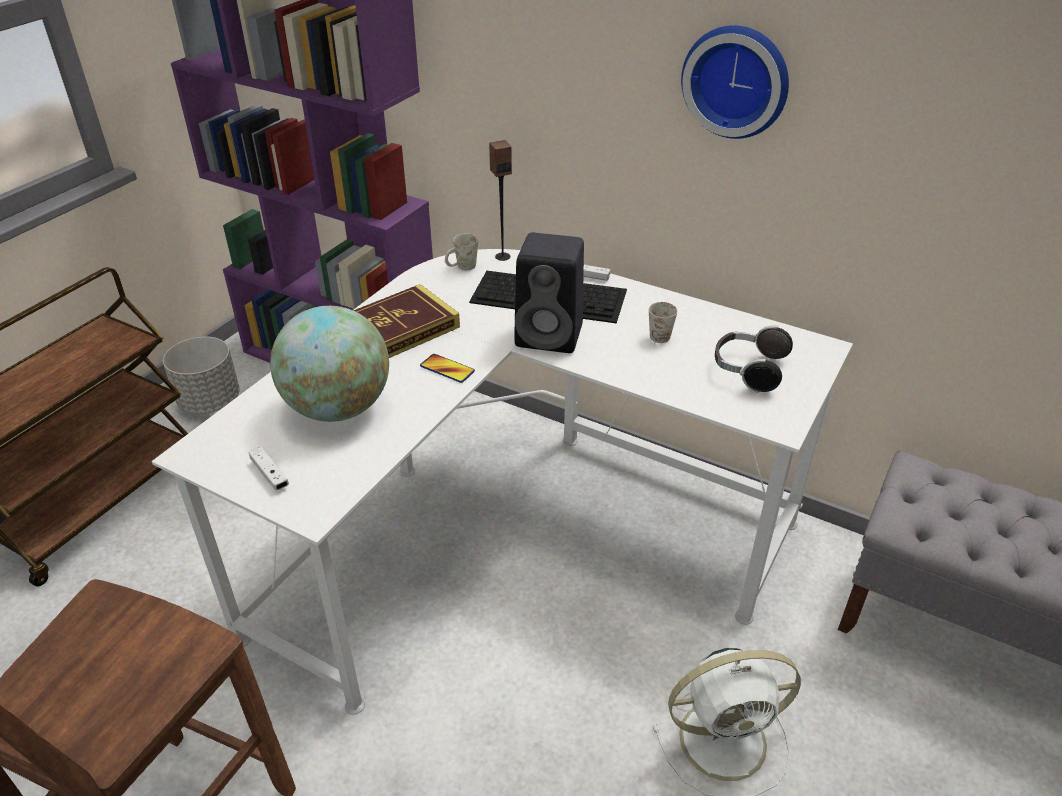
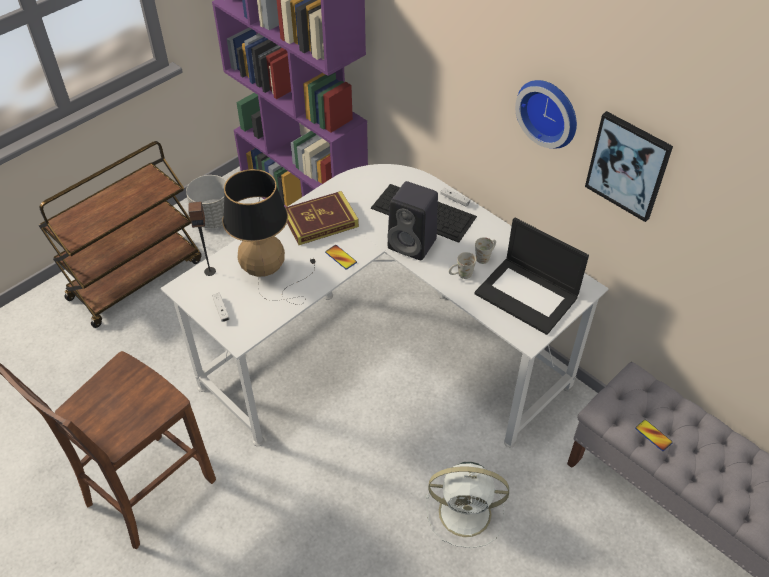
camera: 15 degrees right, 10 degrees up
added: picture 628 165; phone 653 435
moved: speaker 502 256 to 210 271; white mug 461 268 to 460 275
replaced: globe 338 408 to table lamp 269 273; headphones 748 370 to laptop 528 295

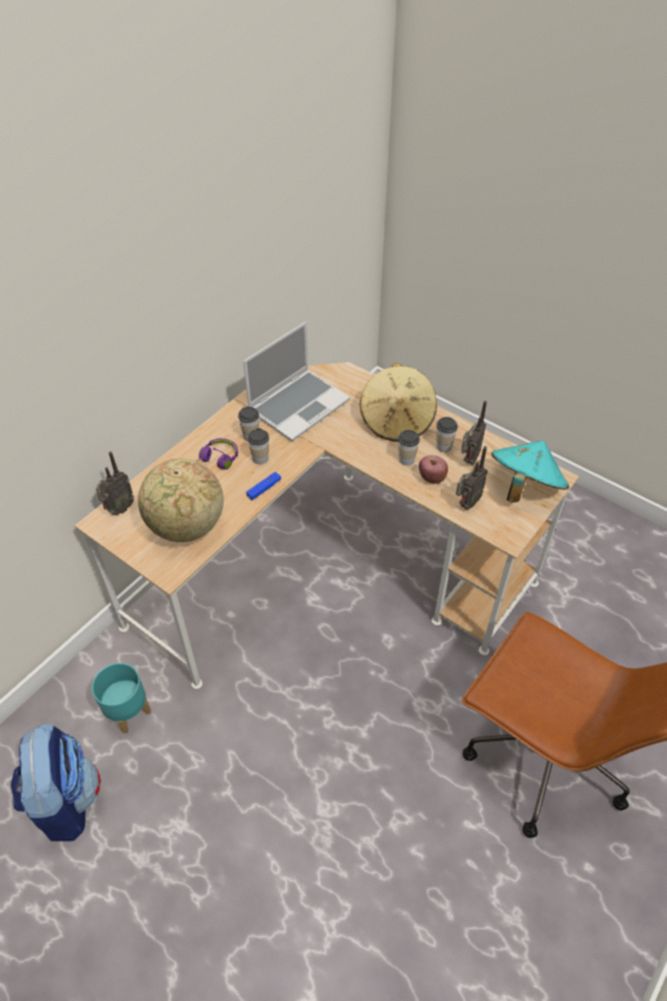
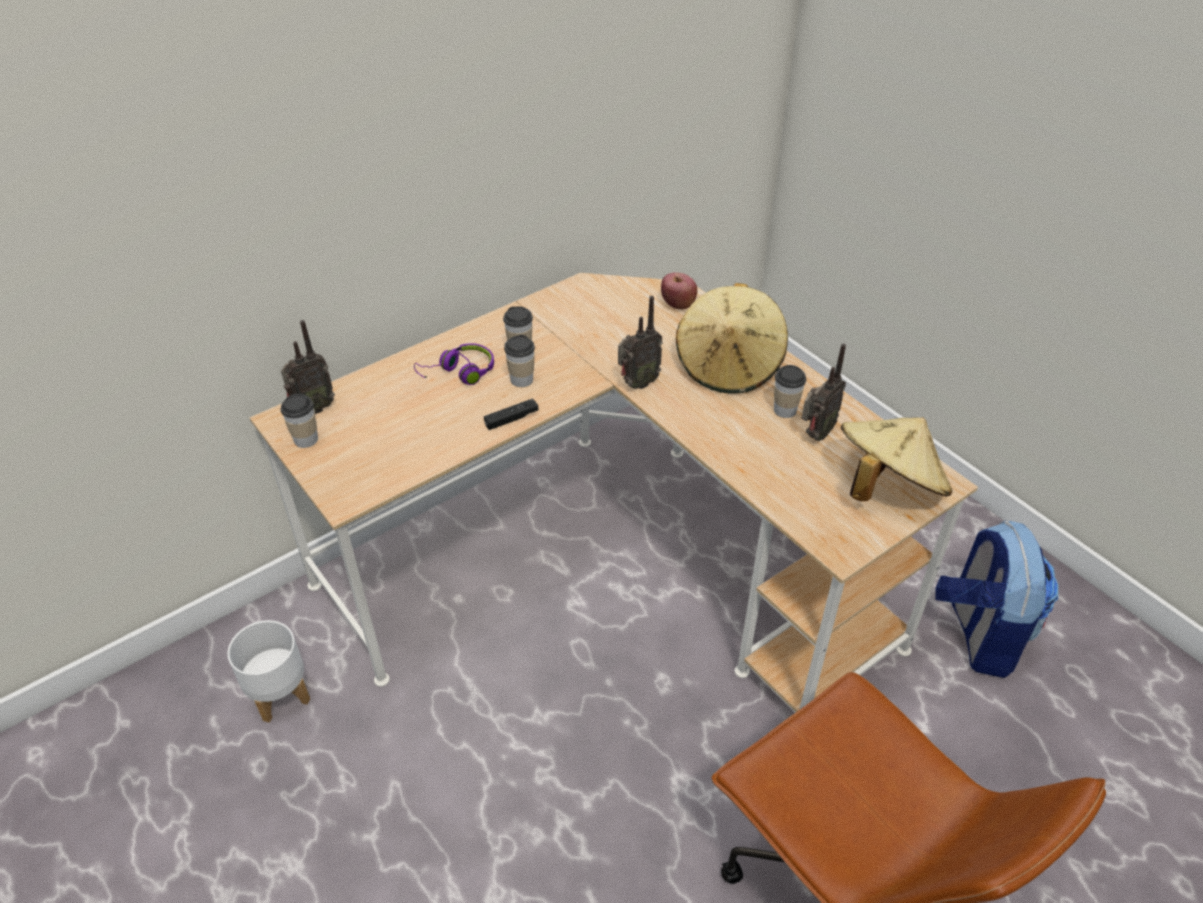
camera: 15 degrees right, 5 degrees down
removed: laptop 299 405; globe 186 526
moved: cup 406 459 to 306 439; radio 466 504 to 637 383; apple 432 478 to 678 304; backpack 65 799 to 979 634
recoloured: turquoise hat 524 487 to beige hat 886 485; blue game controller 264 489 to black game controller 511 419; turquoise planter 128 712 to white planter 280 696

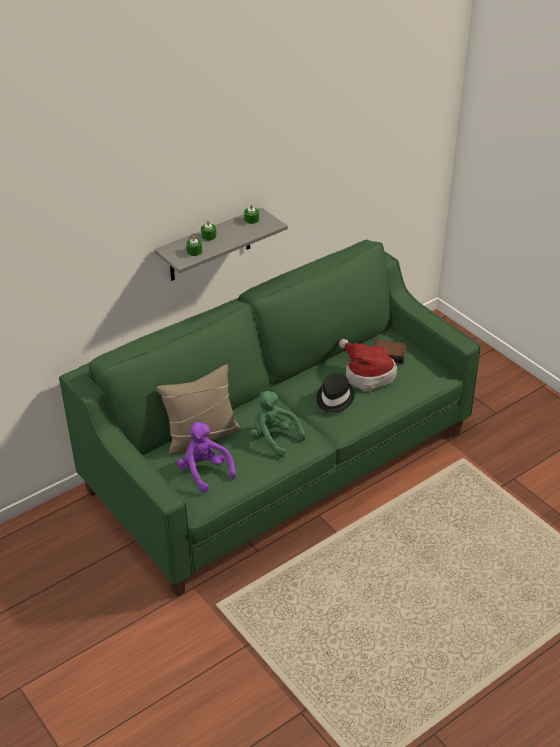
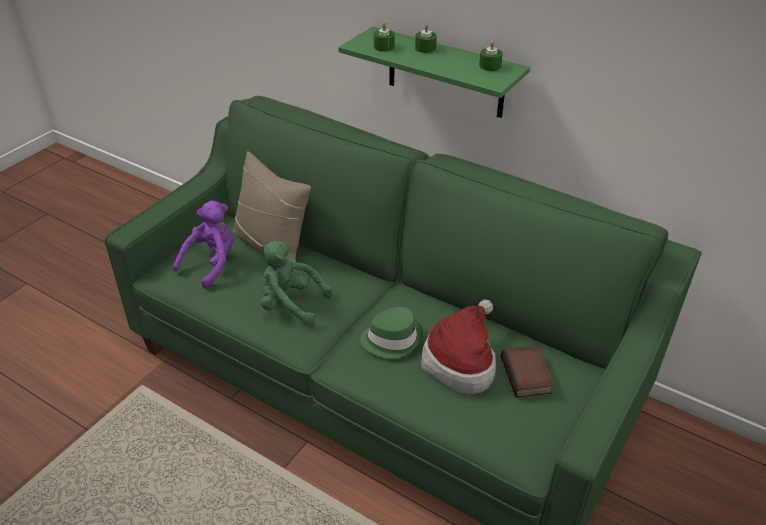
camera: 70 degrees right, 0 degrees up
recoloured: grey shelf 210 245 to green shelf 445 73; black hat 334 398 to green hat 392 339
turned: green plush toy 273 439 = 290 304 90 degrees counterclockwise

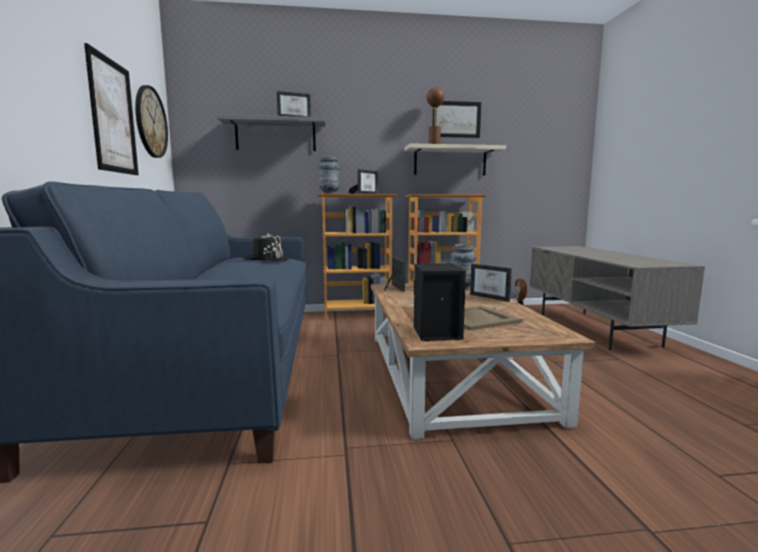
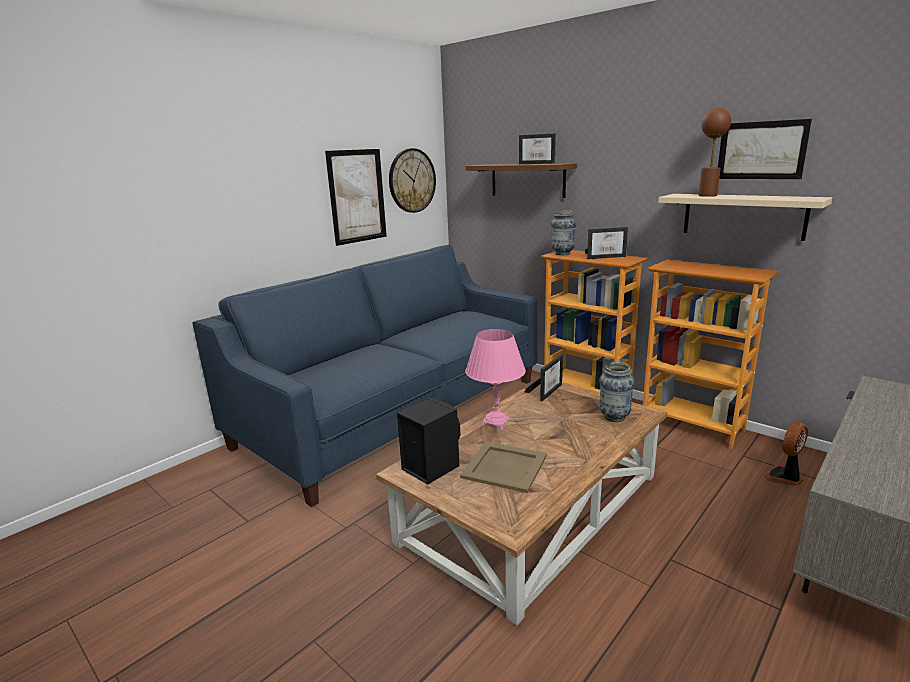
camera: 50 degrees right, 10 degrees up
removed: black hat 266 259; picture frame 492 297
added: pink table lamp 496 422
recoloured: grey shelf 275 136 to brown shelf 527 180

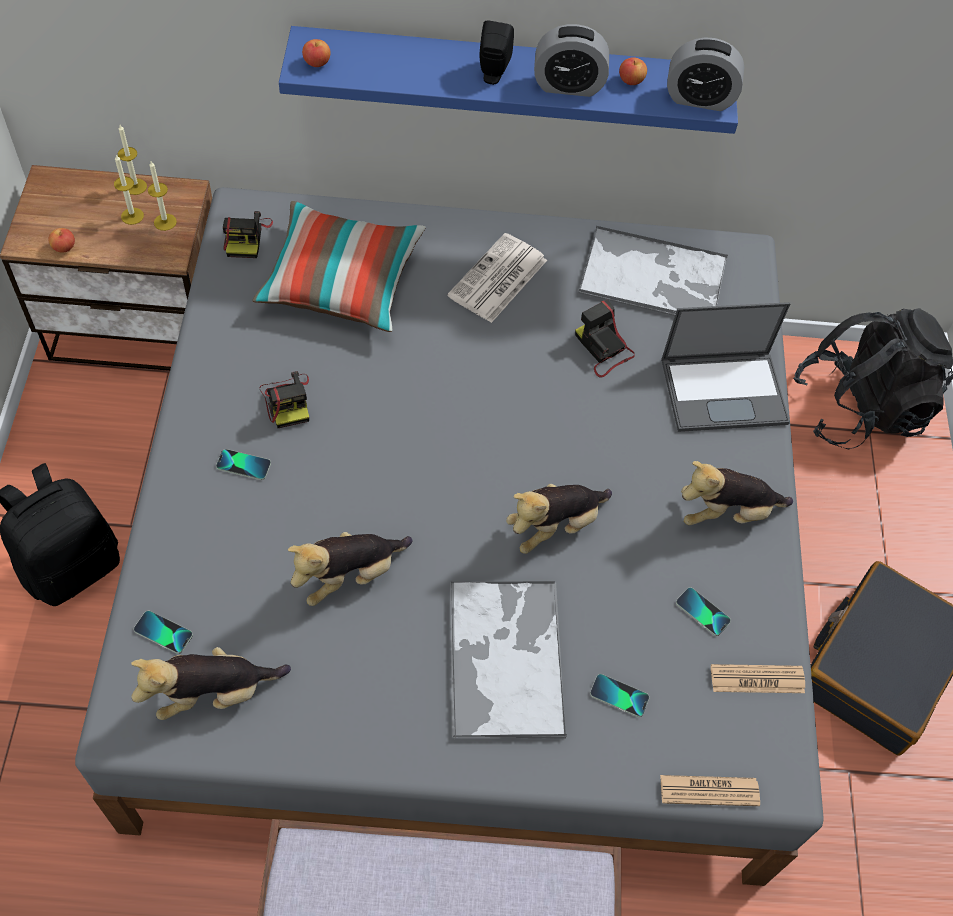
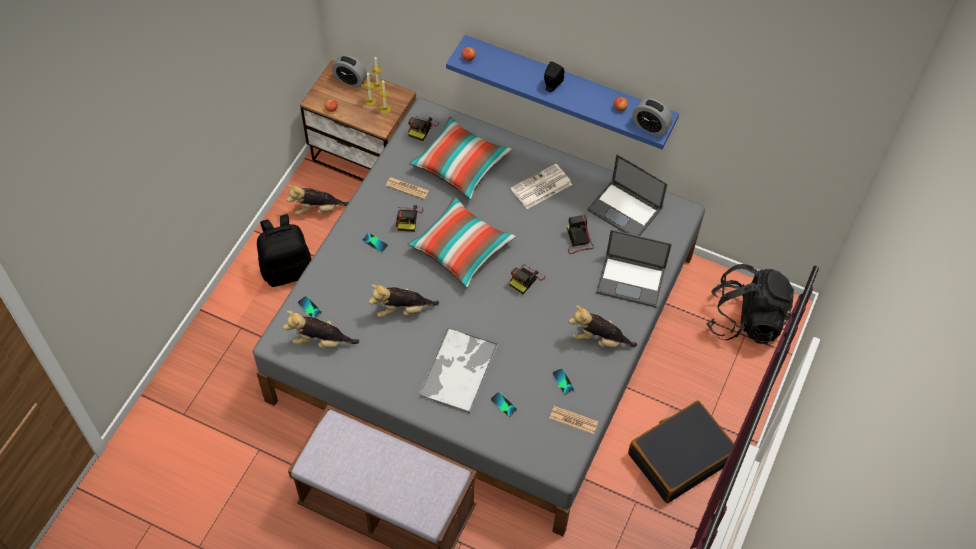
camera: 25 degrees right, 0 degrees up
added: pillow 461 249; photo camera 526 279
moved: alarm clock 568 85 to 350 80; plush toy 554 526 to 317 209; newspaper 709 791 to 407 188
replaced: tray 654 277 to laptop 625 210

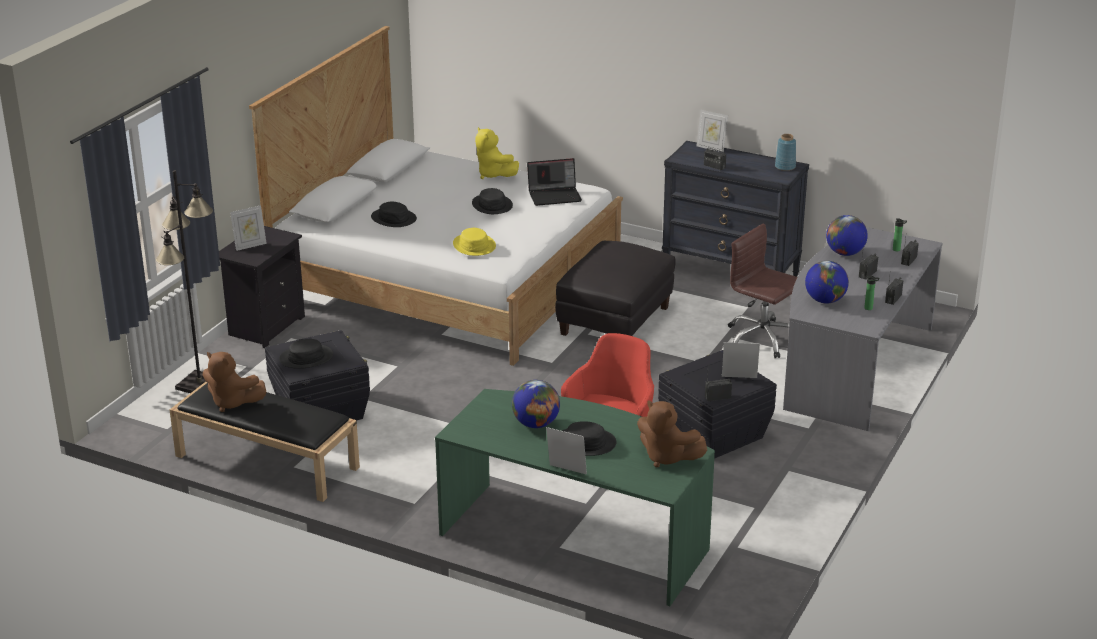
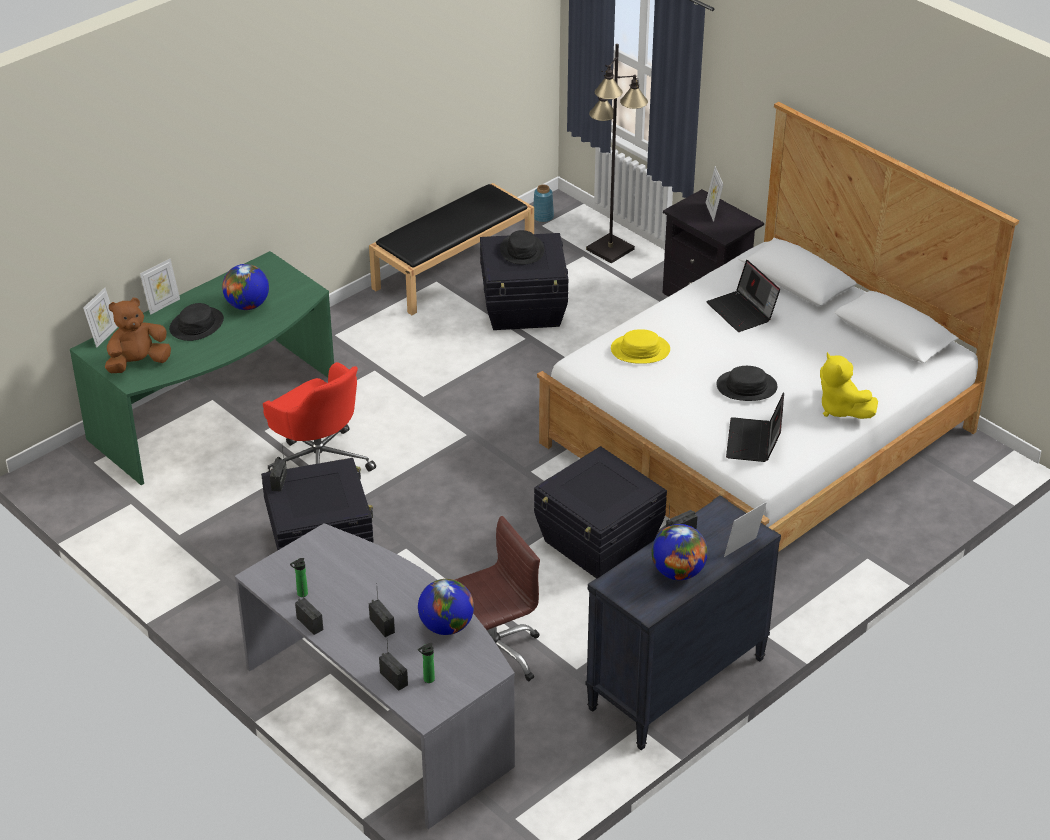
camera: 110 degrees right, 10 degrees up
removed: brown plush toy 232 402
moved: blue vase 785 167 to 542 217; globe 825 300 to 678 572; picture frame 739 379 to 104 336
replaced: black hat 394 218 to laptop 742 311; black ottoman 615 321 to black storage box 598 543
turned: yellow plush toy 494 175 = 841 409 105 degrees counterclockwise

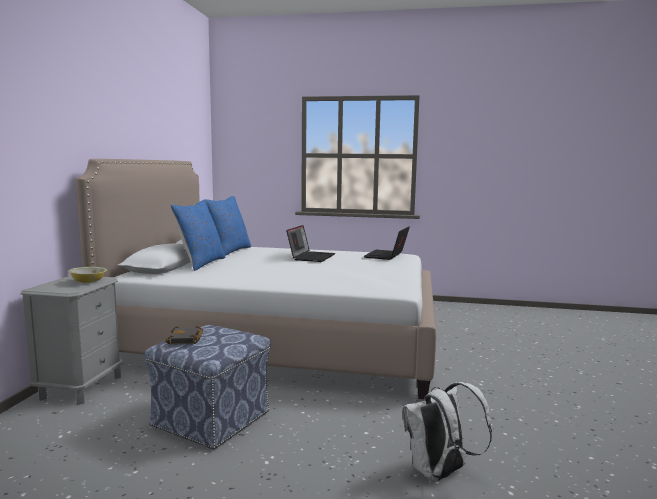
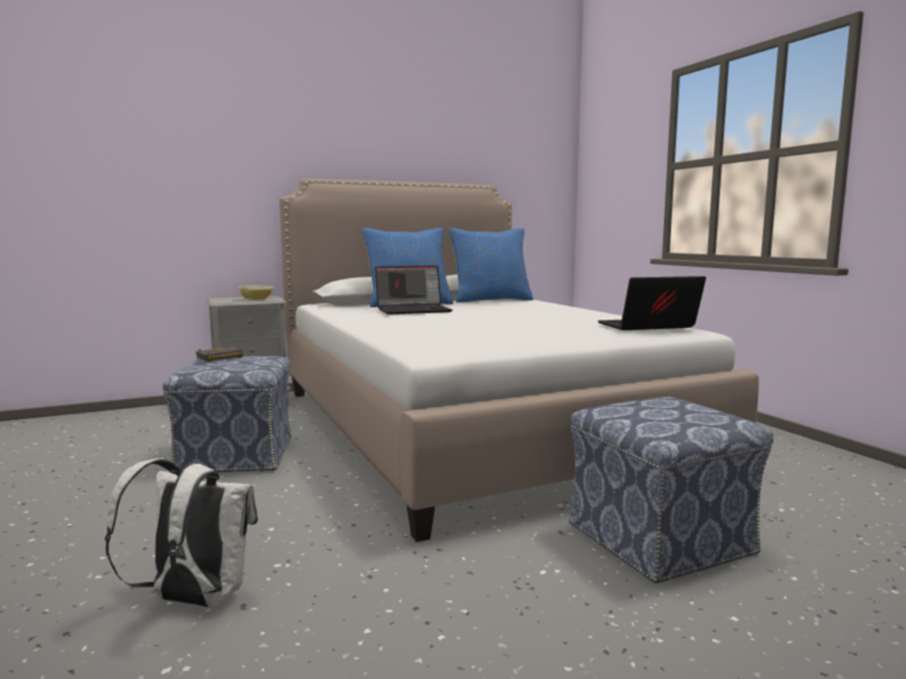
camera: 55 degrees right, 0 degrees up
added: ottoman 661 538
moved: laptop 311 257 to 414 310

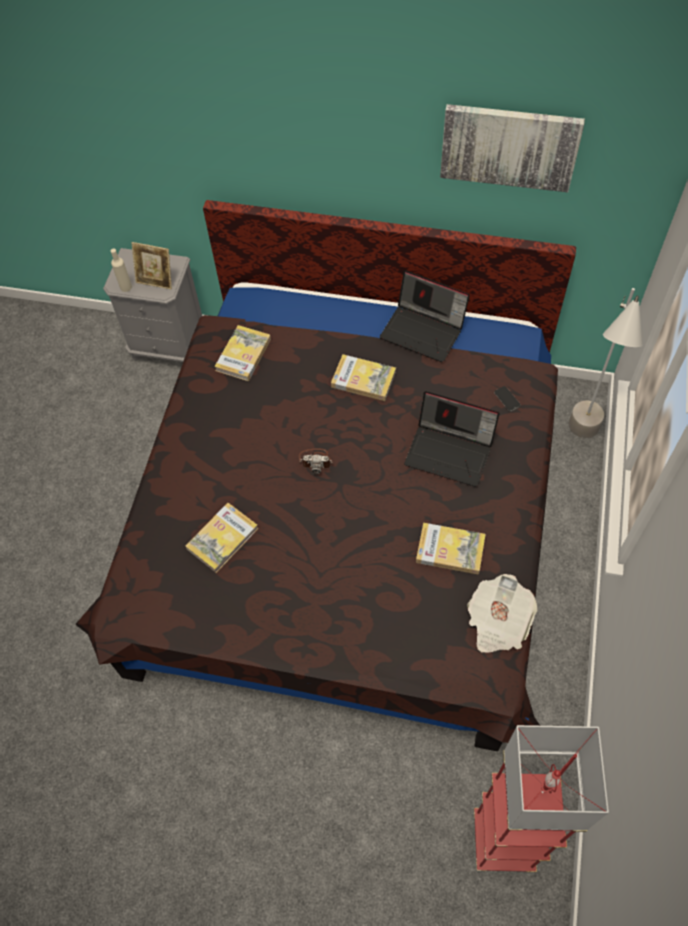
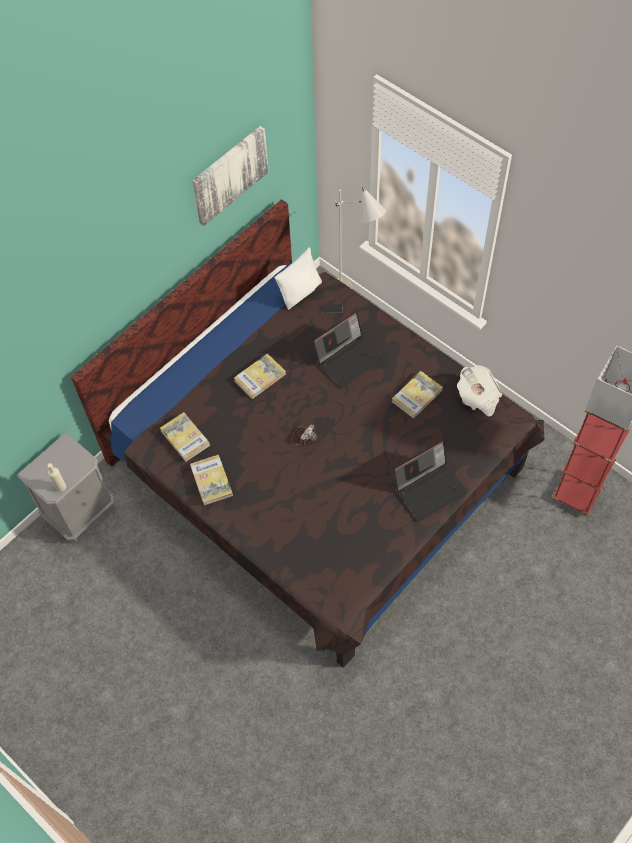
camera: 60 degrees left, 0 degrees up
removed: picture frame 156 280
added: white pillow 300 292
moved: laptop 424 331 to 430 488; book 222 539 to 211 481

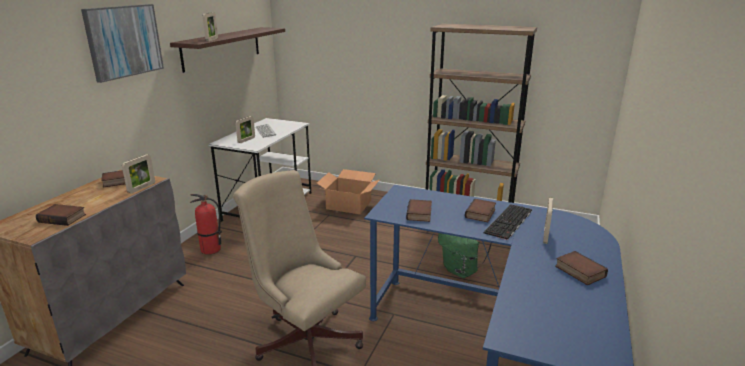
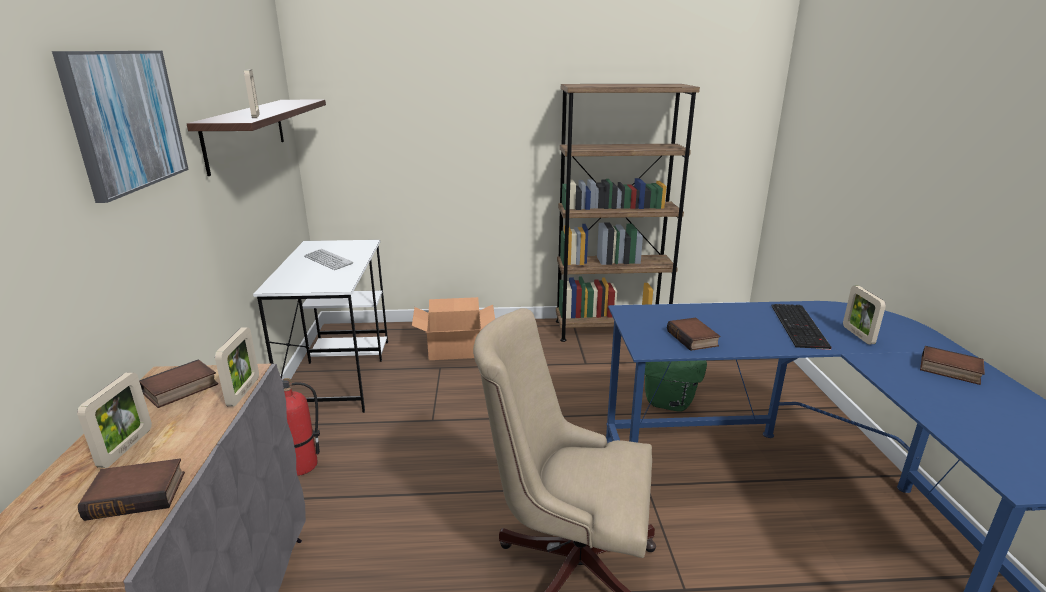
camera: 25 degrees left, 0 degrees up
removed: book 481 214
moved: picture frame 246 140 to 126 447

